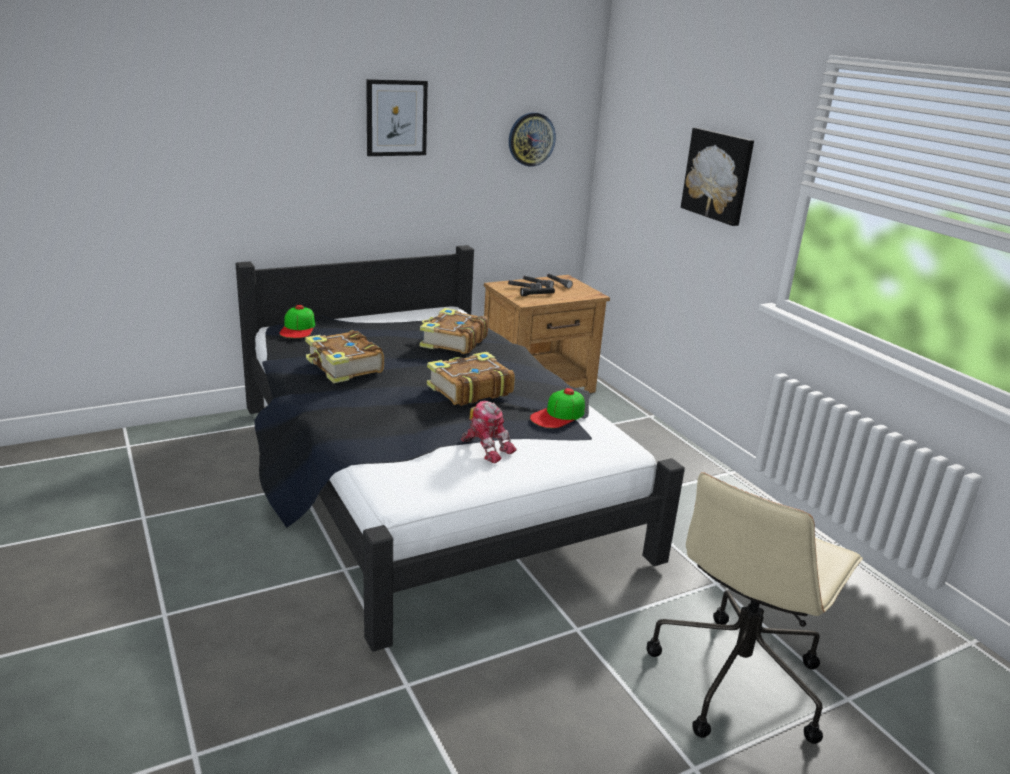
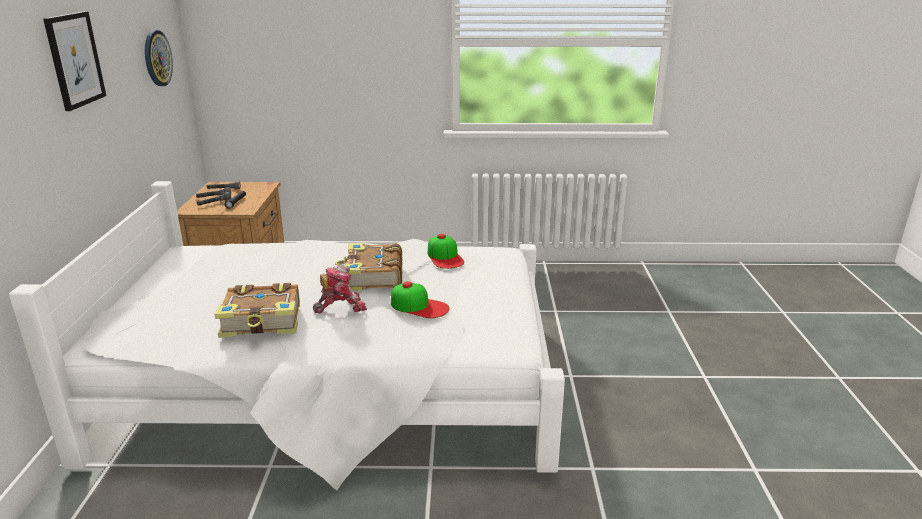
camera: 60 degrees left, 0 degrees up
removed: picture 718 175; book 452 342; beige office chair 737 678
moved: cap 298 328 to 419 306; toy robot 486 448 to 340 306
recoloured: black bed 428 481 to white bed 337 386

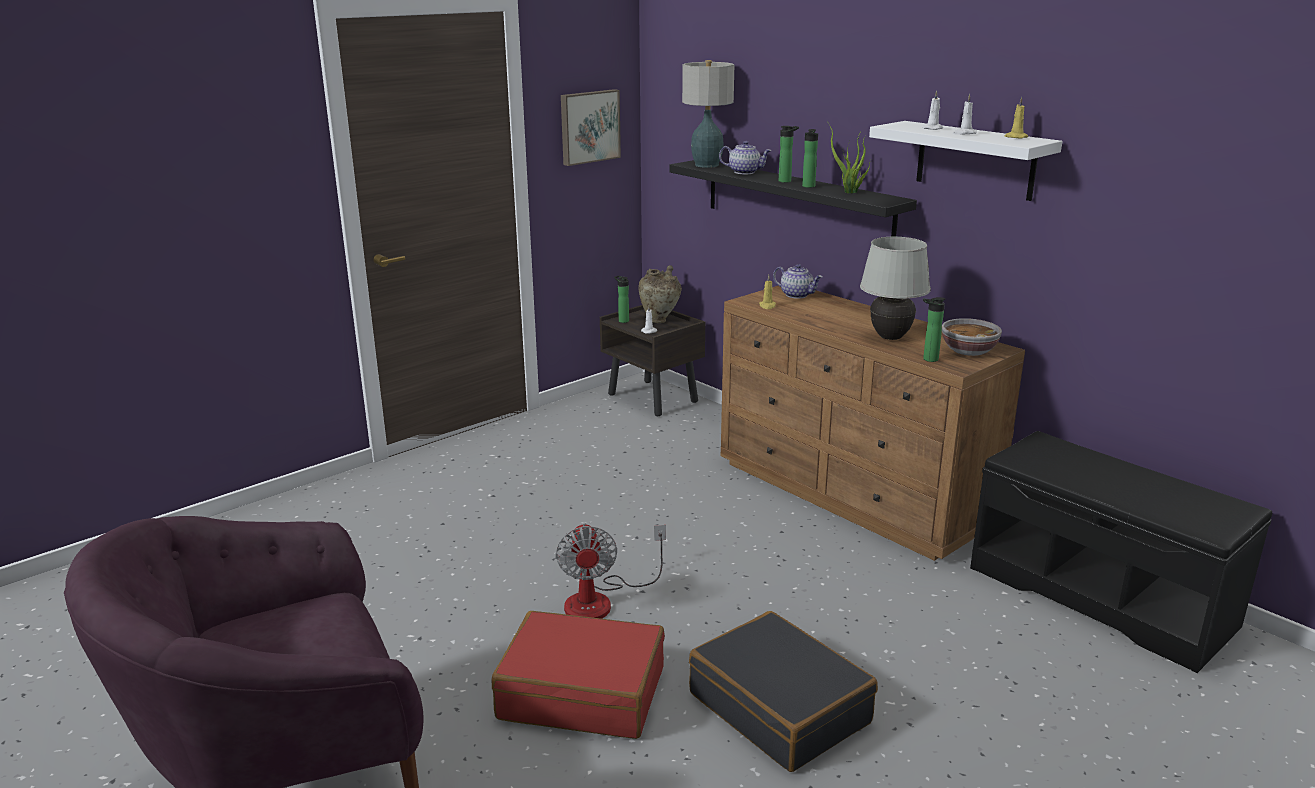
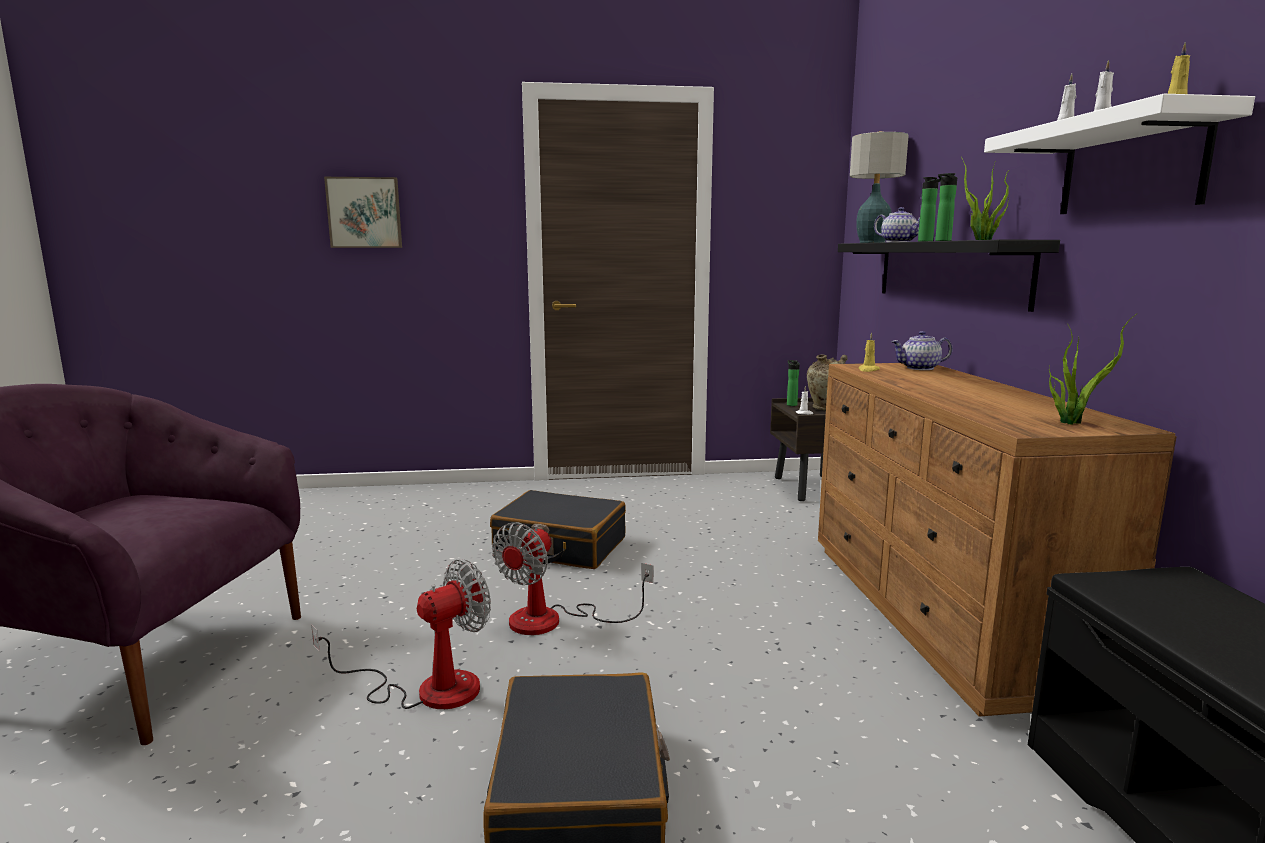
camera: 35 degrees right, 10 degrees down
removed: white table lamp 890 337; bottle 928 359
added: black suitcase 560 546
moved: picture 589 126 to 365 213
replaced: bowl 968 350 to potted plant 1071 422; red suitcase 582 692 to fan 427 689
turned: teapot 797 295 = 919 368 105 degrees clockwise

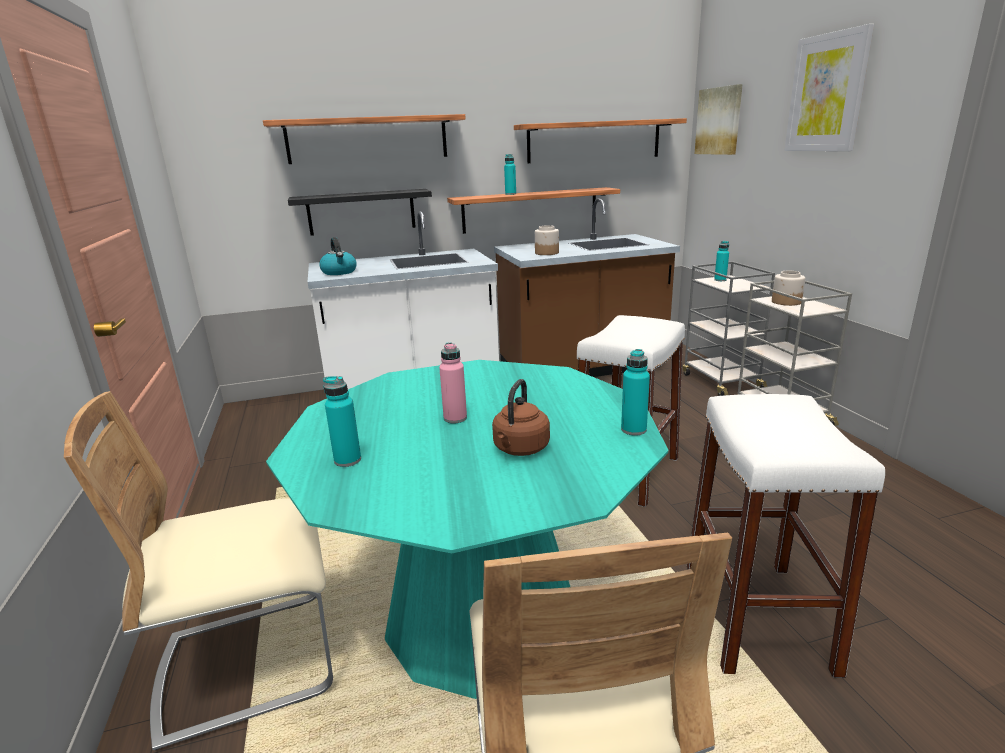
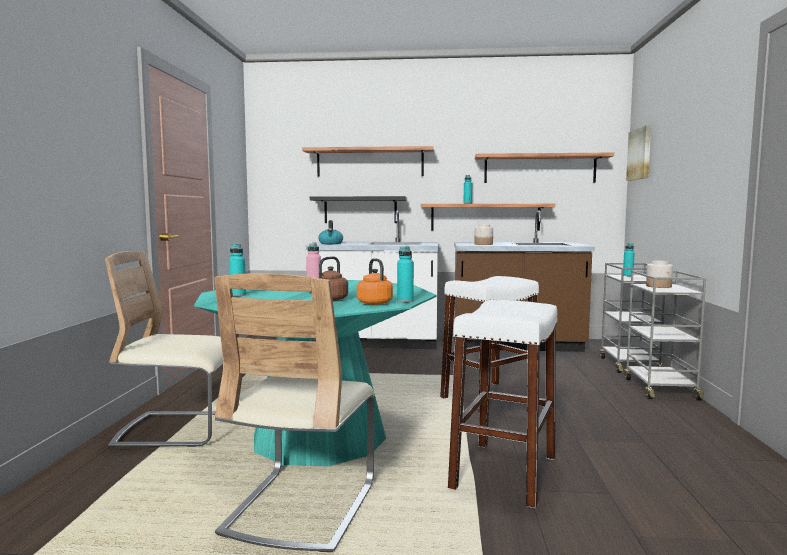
camera: 20 degrees right, 15 degrees down
removed: picture 827 93
added: orange kettle 373 303

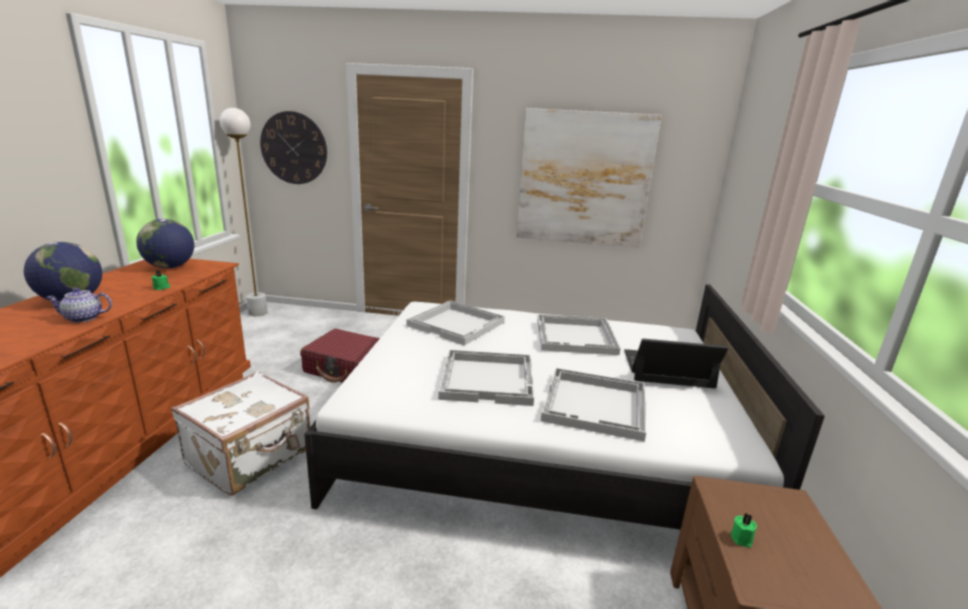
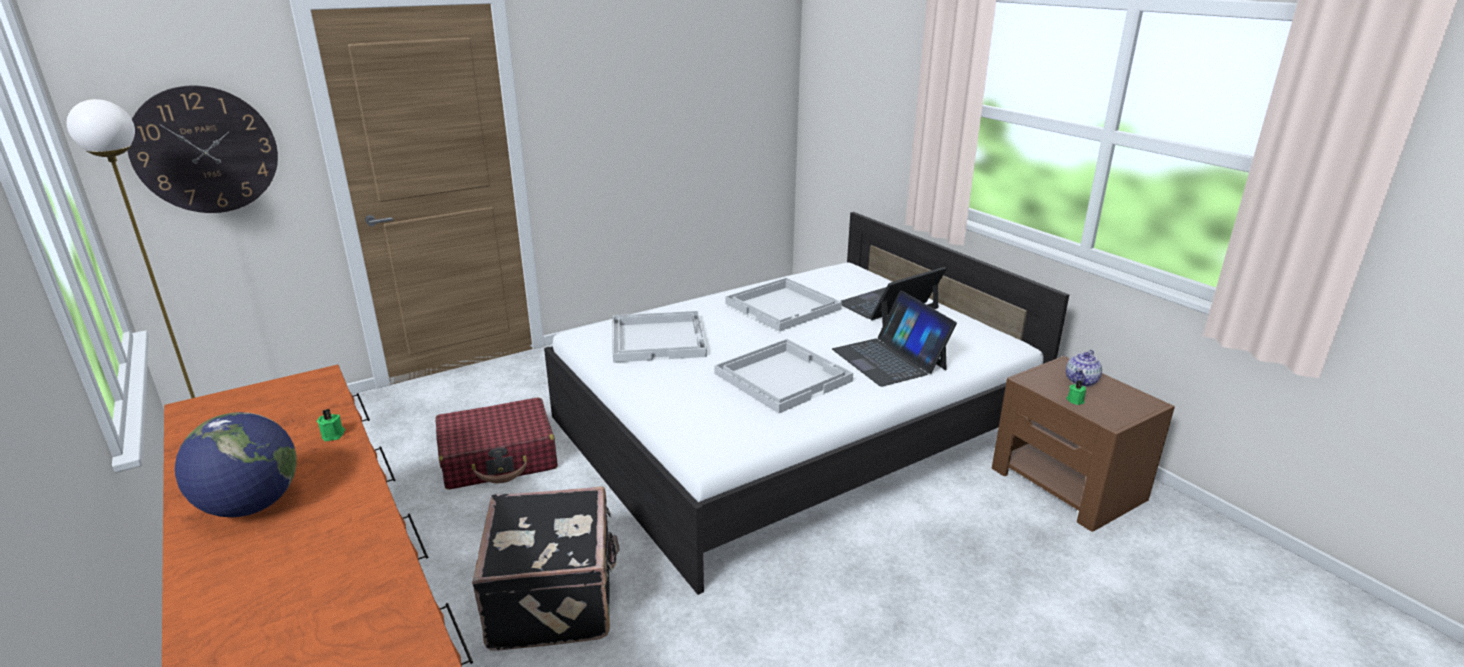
camera: 40 degrees left, 5 degrees up
removed: picture 584 179; globe 170 267
moved: teapot 83 318 to 1081 381
replaced: white tray 595 405 to laptop 889 359
recoloured: white suitcase 251 457 to black suitcase 555 598

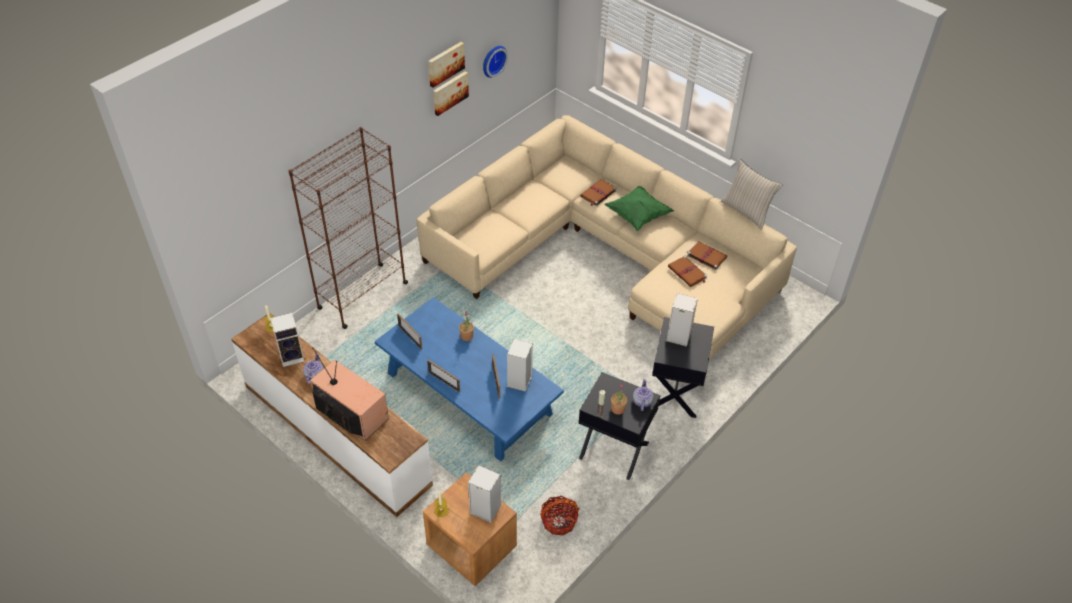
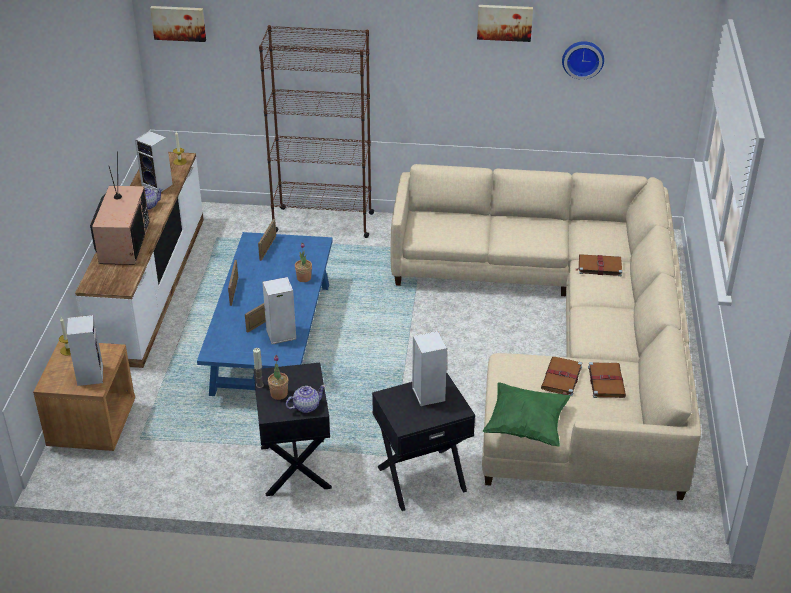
camera: 55 degrees right, 10 degrees down
removed: beige pillow 746 212; basket 558 521
moved: picture 449 92 to 179 23; green pillow 637 216 to 526 426

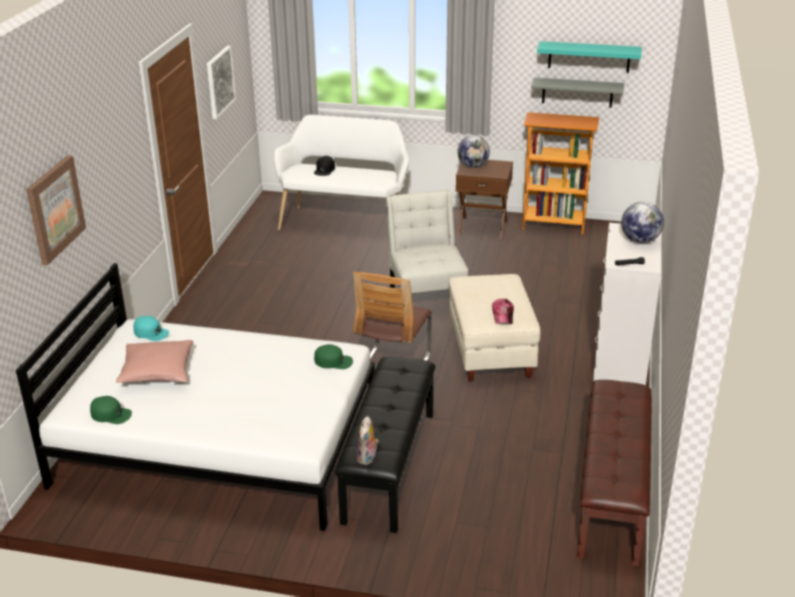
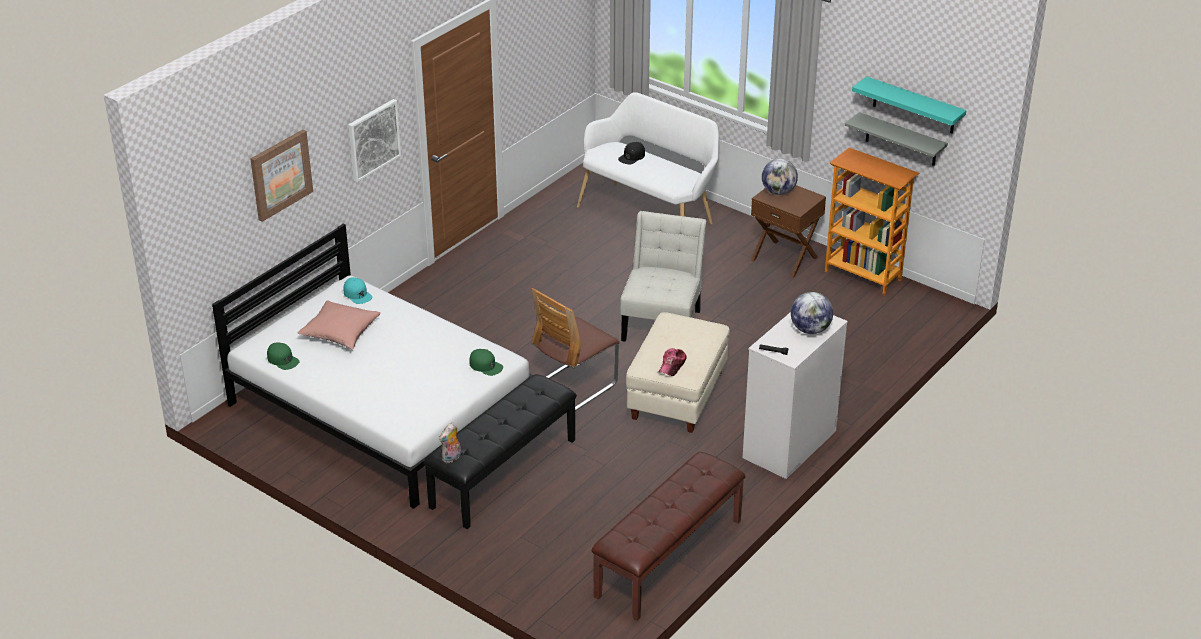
camera: 25 degrees right, 5 degrees up
moved: picture 220 82 to 373 139

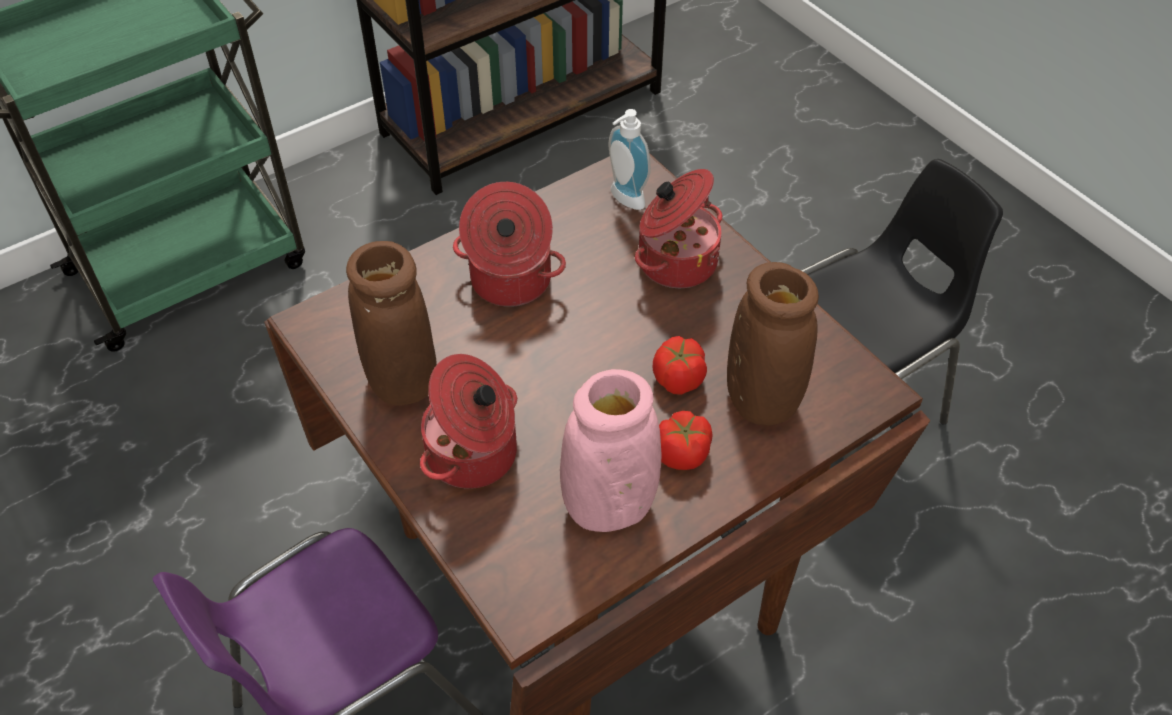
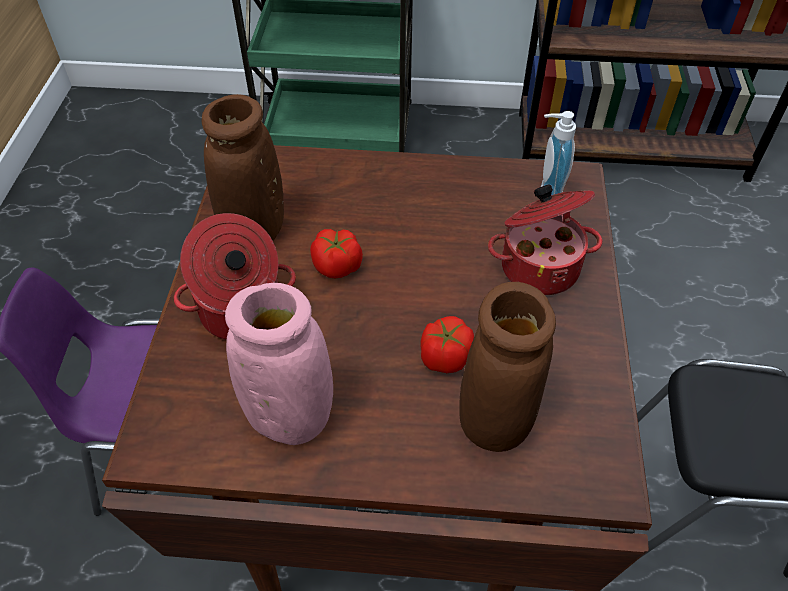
camera: 40 degrees right, 0 degrees up
removed: cooking pot 510 282
moved: tomato 682 453 to 337 266

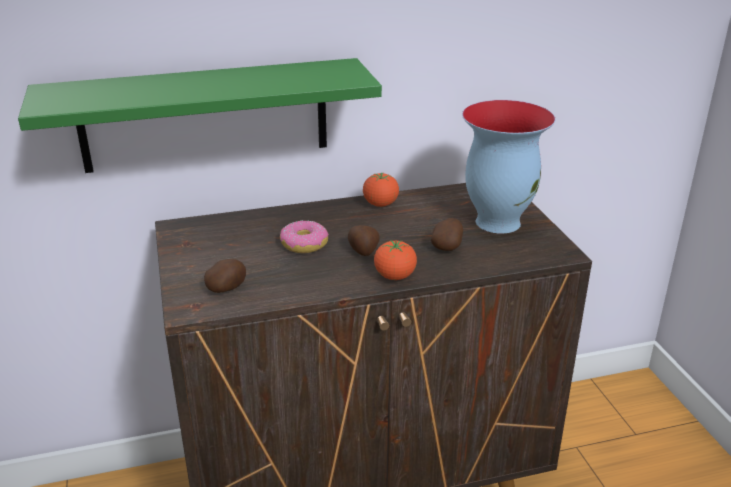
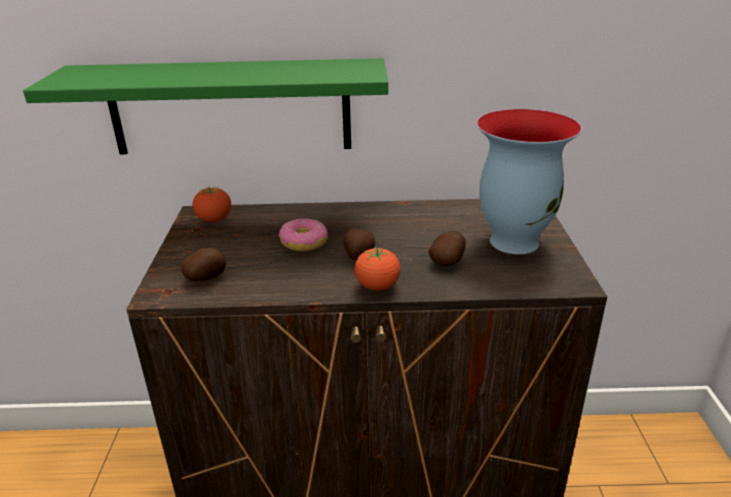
camera: 15 degrees right, 0 degrees up
moved: tomato 380 204 to 214 220

